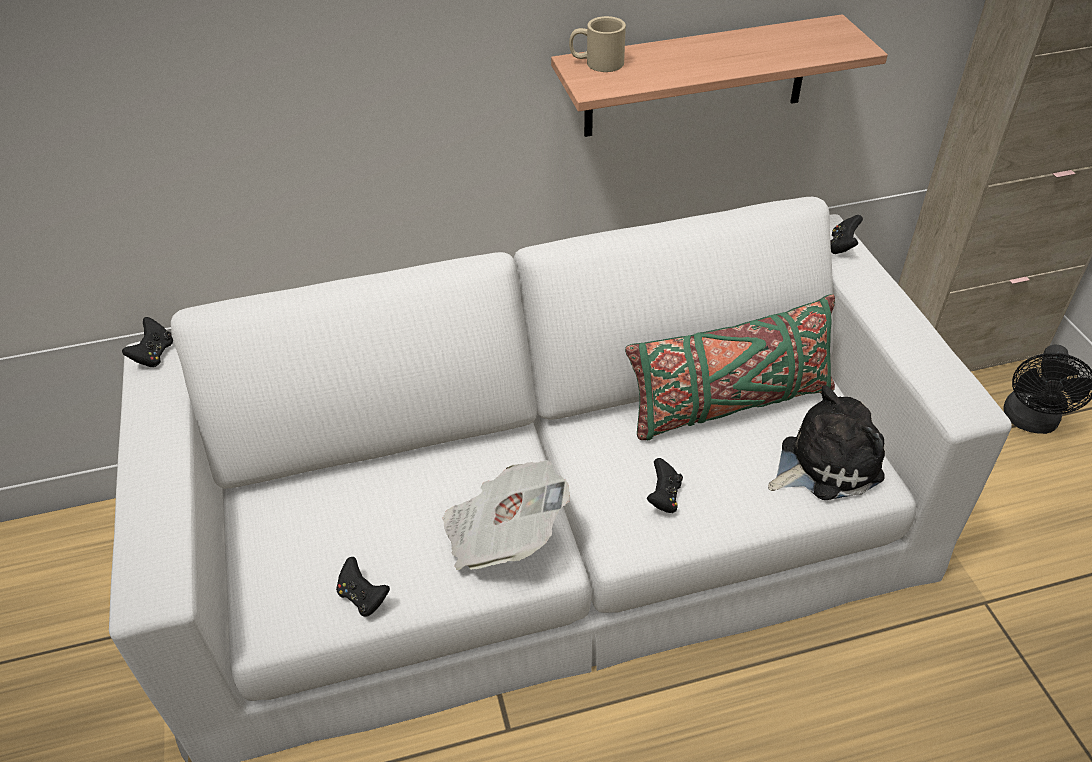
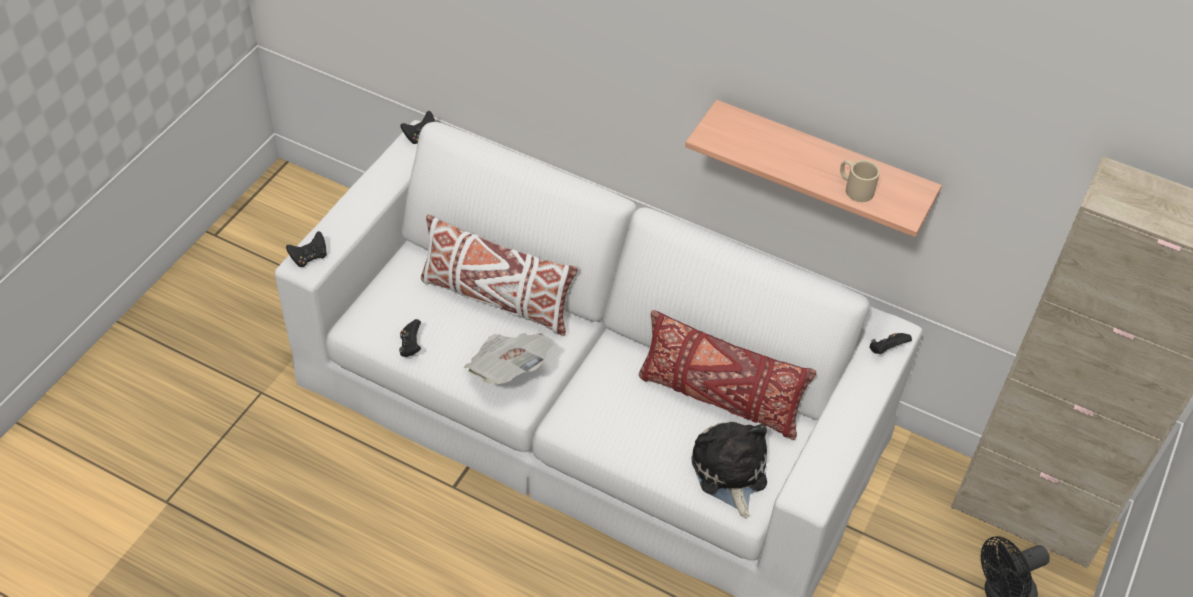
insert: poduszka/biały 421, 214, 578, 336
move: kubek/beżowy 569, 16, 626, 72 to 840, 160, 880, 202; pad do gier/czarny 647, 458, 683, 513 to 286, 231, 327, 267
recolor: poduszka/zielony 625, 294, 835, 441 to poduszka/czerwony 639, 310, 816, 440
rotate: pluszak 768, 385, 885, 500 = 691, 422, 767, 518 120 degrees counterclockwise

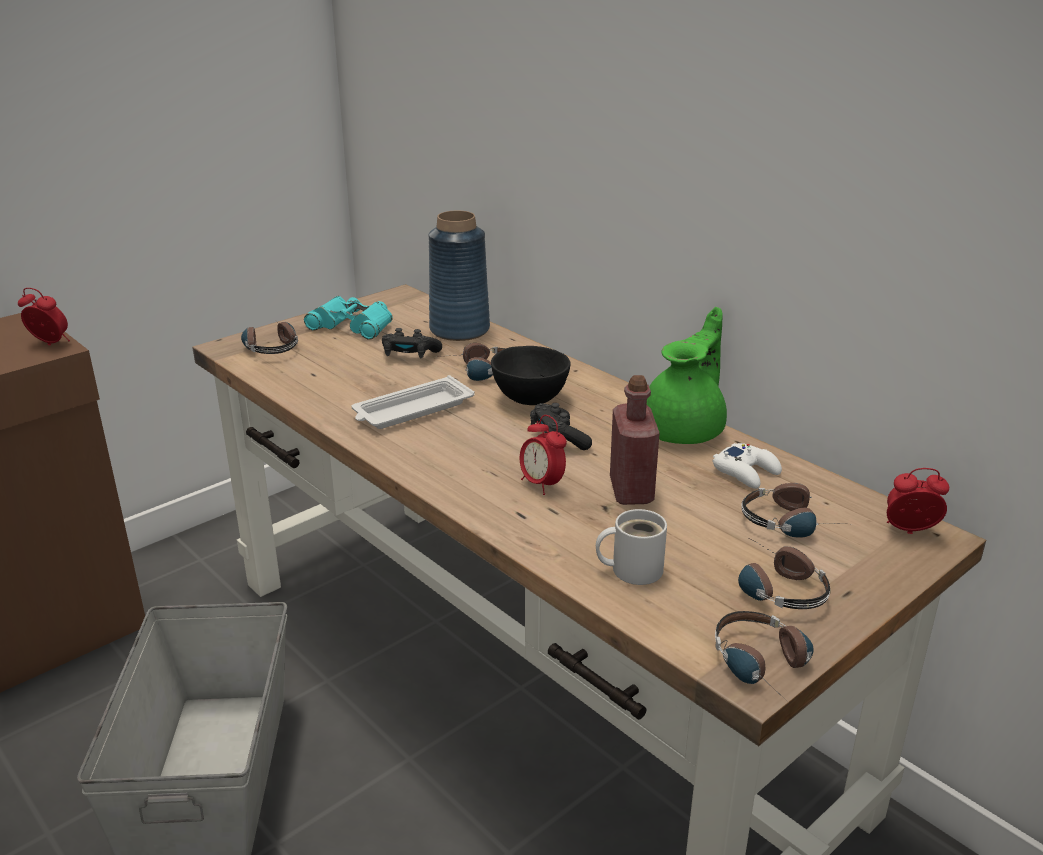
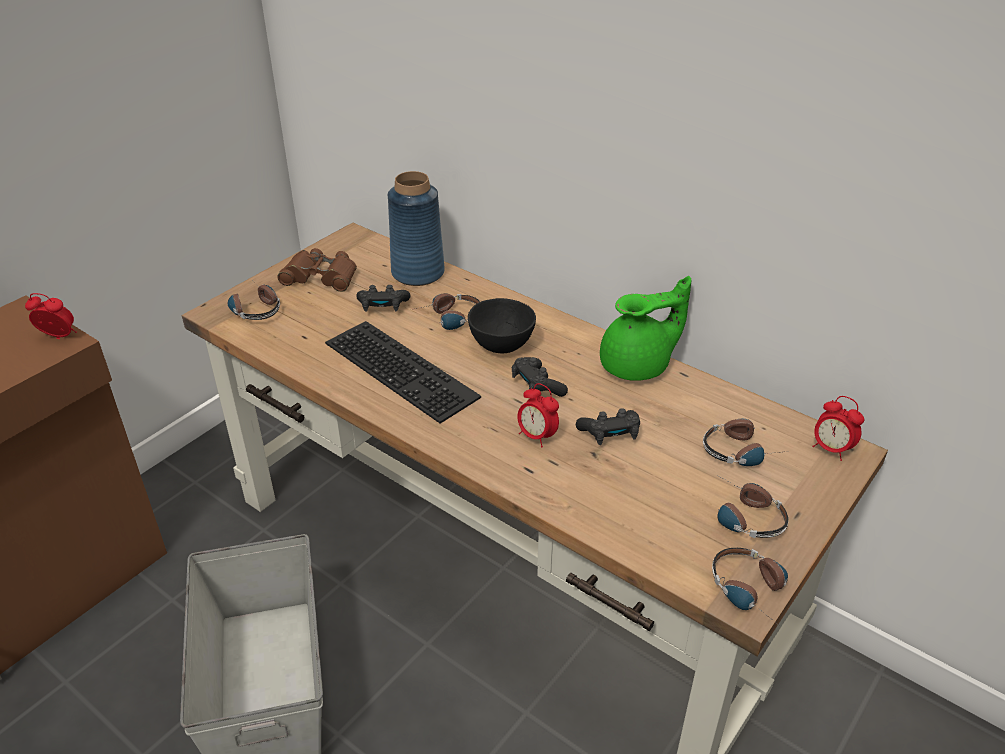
delete: pad do gier/biały 712, 443, 782, 489; kubek/biały 596, 509, 667, 585
replace: taca/biały 351, 375, 475, 429 to klawiatura 325, 321, 481, 424; butelka/czerwony 610, 375, 660, 505 to pad do gier/czarny 576, 408, 640, 445
recolor: lornetka/turkusowy 304, 296, 393, 340 to lornetka/brązowy 277, 248, 357, 292
rotate: imbryk/zielony 647, 307, 727, 444 = 600, 276, 691, 381 45 degrees clockwise; budzik 887, 468, 949, 534 = 812, 396, 864, 461 135 degrees counterclockwise

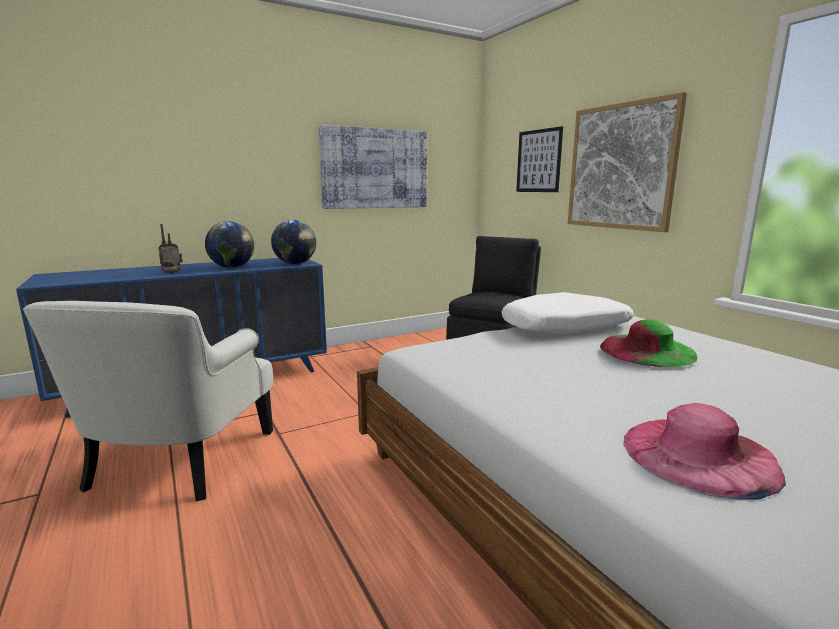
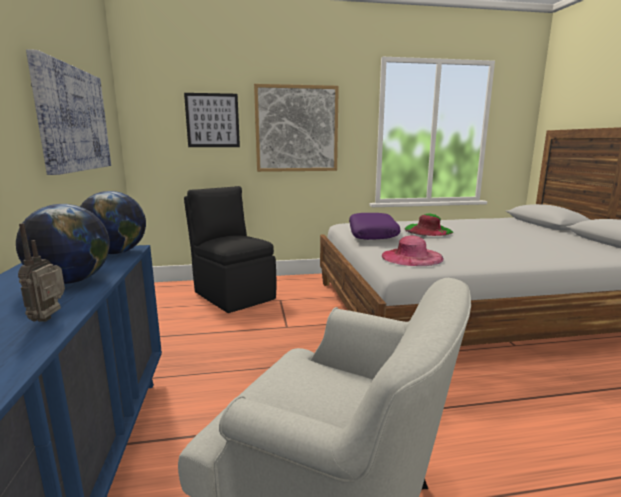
move: kapelusz/różowy 623, 403, 786, 500 to 381, 236, 444, 266
recolor: poduszka/biały 502, 292, 634, 334 to poduszka/fioletowy 349, 213, 401, 240

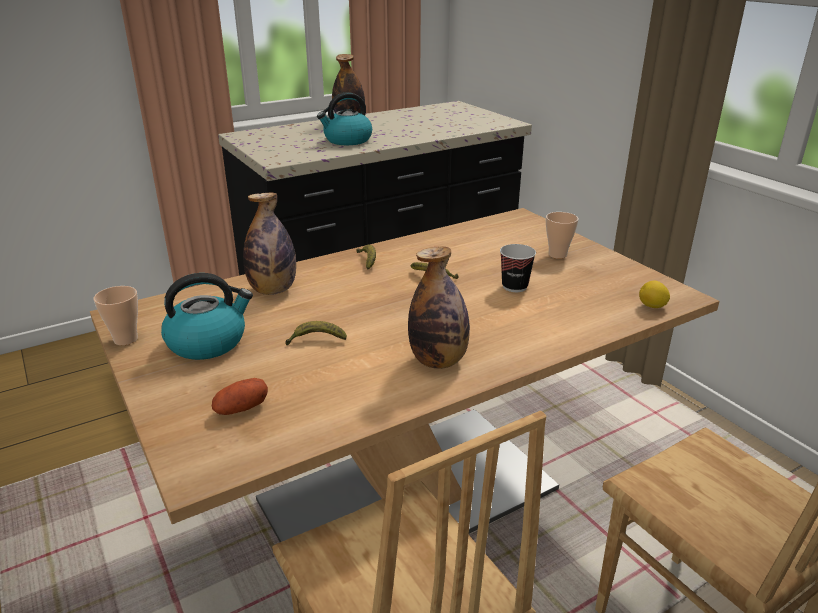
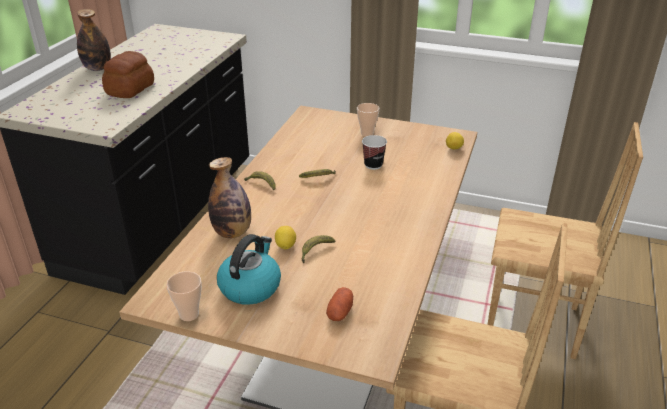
delete: butelka 408, 247, 470, 369
insert: cytryna 275, 226, 296, 249
replace: czajnik 317, 92, 372, 145 to chleb 102, 51, 154, 98

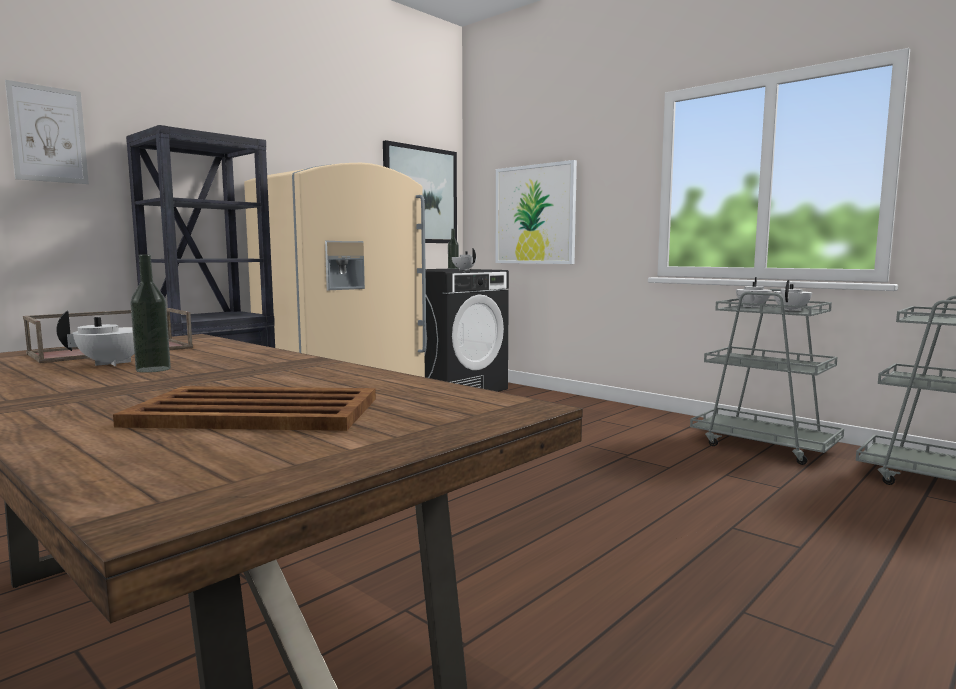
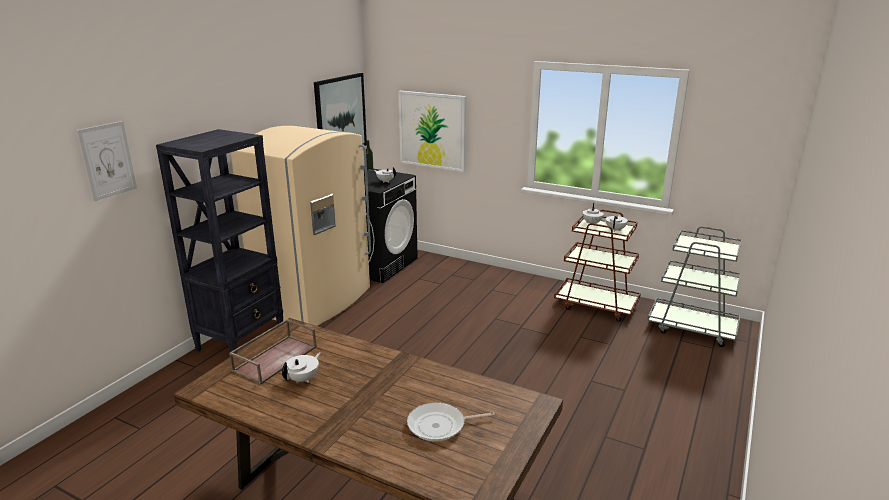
delete: butelka 130, 255, 171, 373
replace: taca/brązowy 113, 386, 376, 431 to patelnia 407, 402, 495, 442
recolor: wózek/szary 690, 289, 844, 465 to wózek/brązowy 554, 210, 641, 322

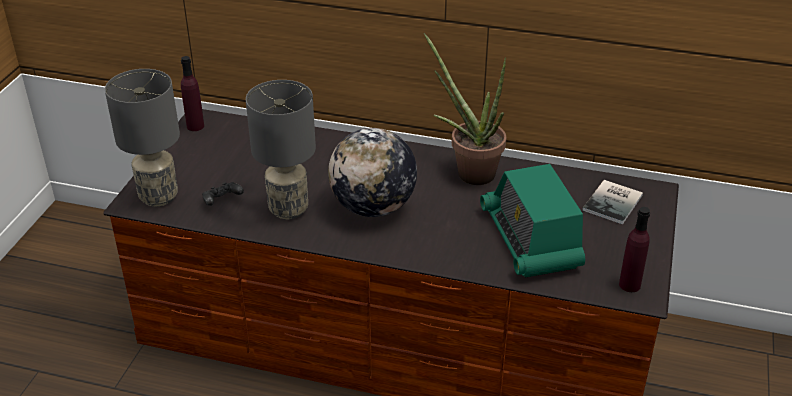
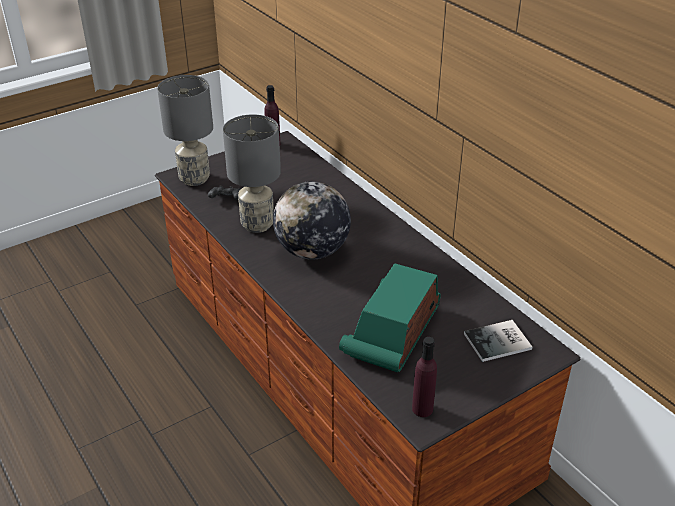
delete: roślina doniczkowa 424, 33, 507, 185

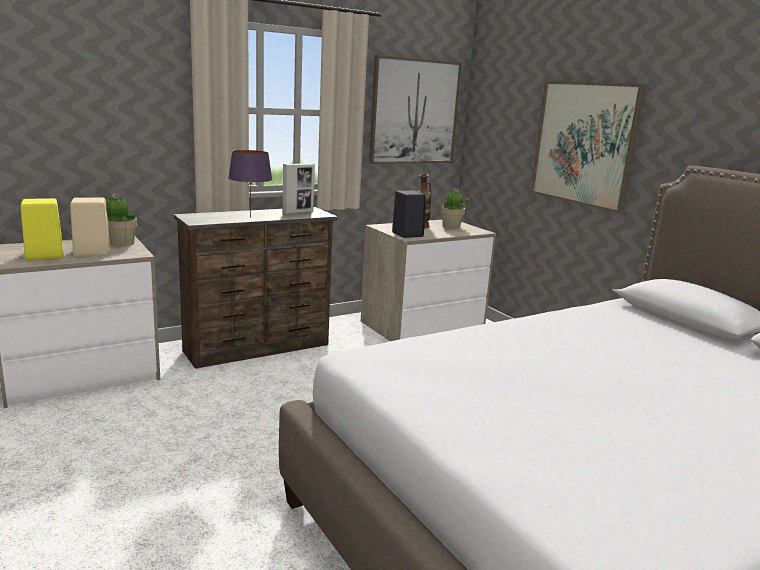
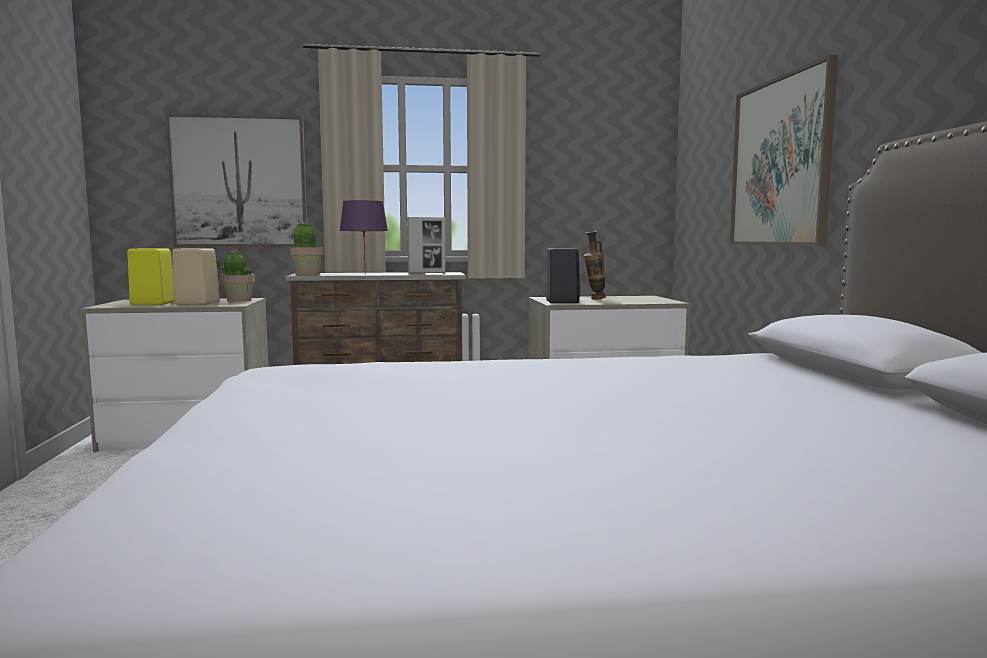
move: obraz 369, 55, 462, 164 to 165, 113, 307, 247; roślina doniczkowa 441, 188, 470, 229 to 290, 220, 324, 275

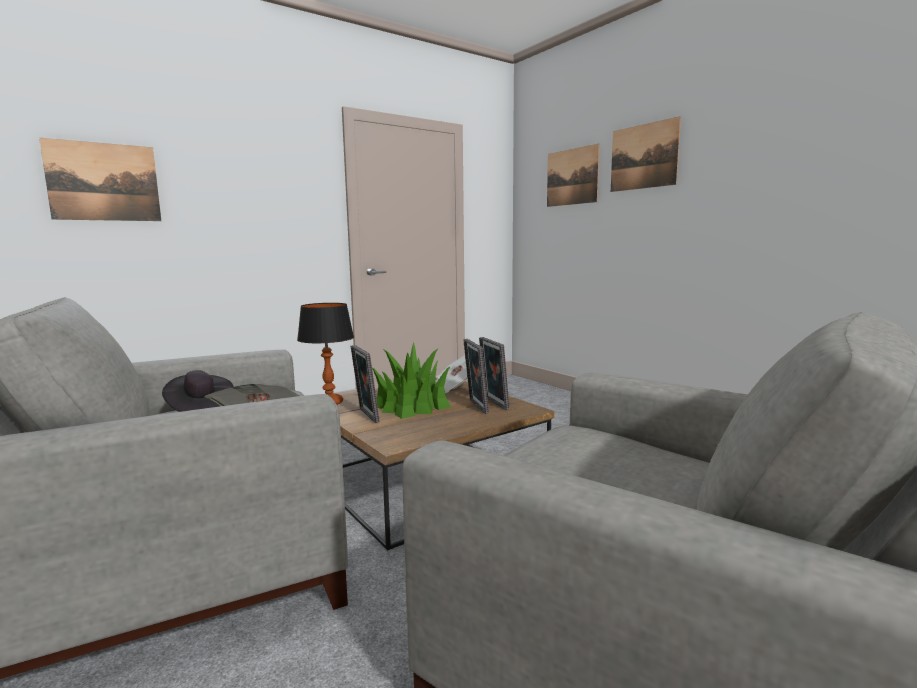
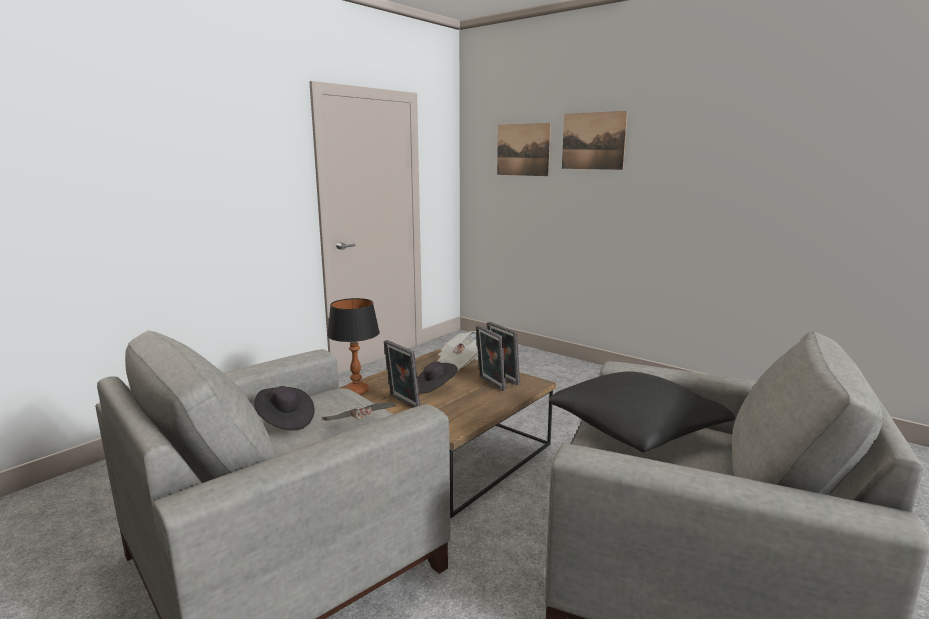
delete: obraz 39, 138, 161, 221
insert: poduszka/czarny 549, 371, 735, 452
replace: roślina doniczkowa 372, 342, 451, 419 to kapelusz/czarny 417, 361, 458, 394

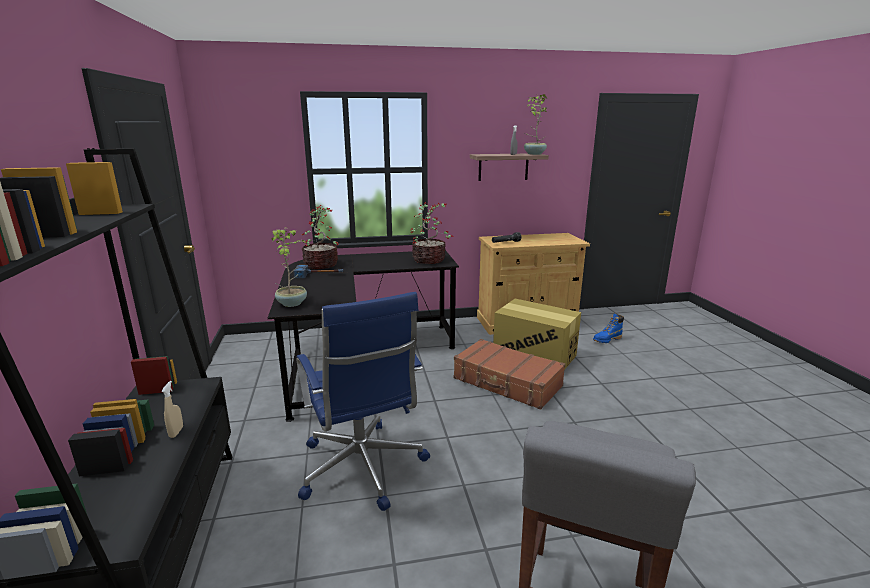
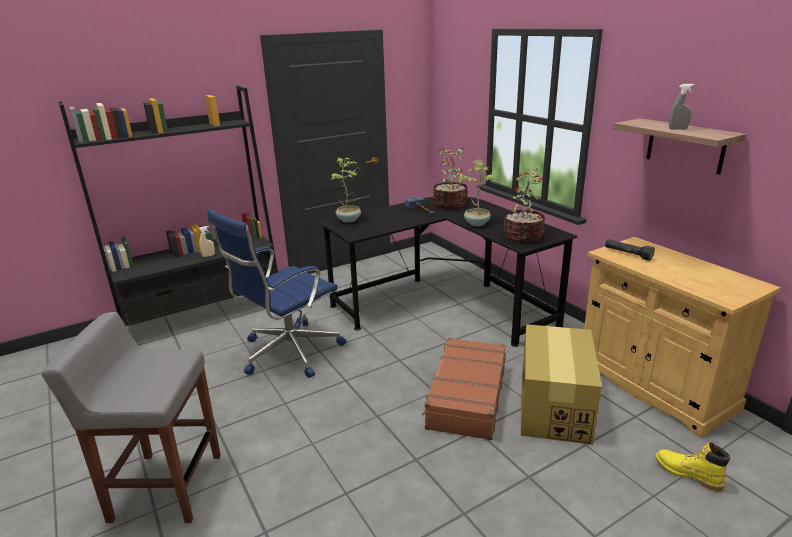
move: roślina doniczkowa 524, 94, 549, 155 to 455, 159, 495, 226
recolor: but z cholewką/niebieski 593, 313, 624, 343 to but z cholewką/żółty 655, 442, 730, 492

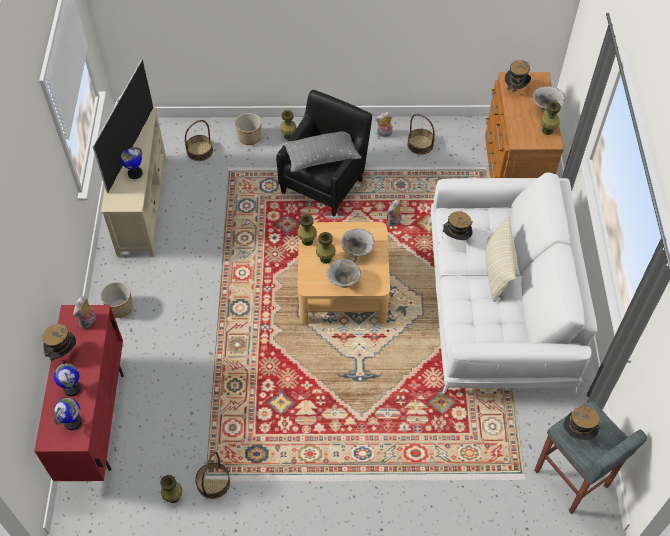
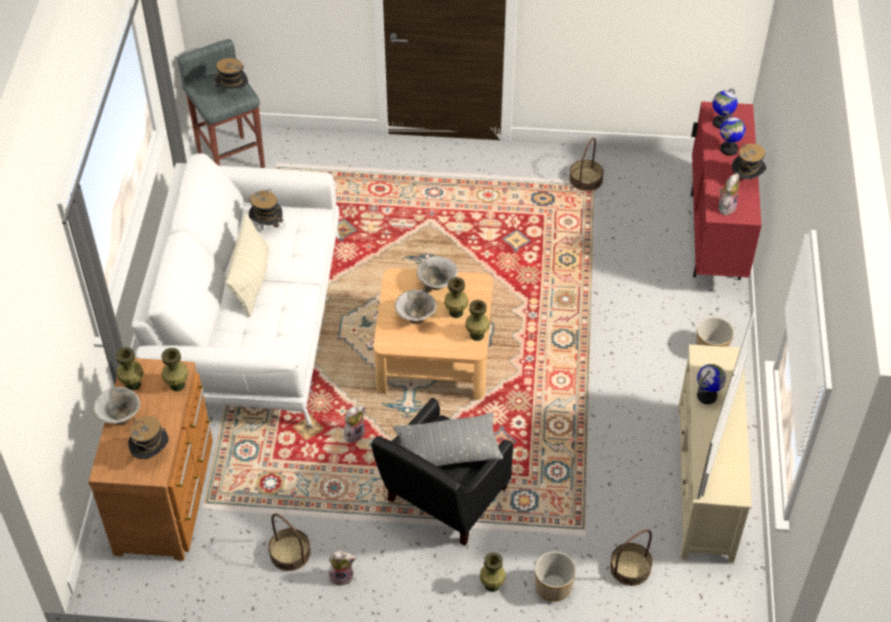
move: kapelusz 443, 211, 473, 240 to 249, 189, 285, 227; wazon/zielony 160, 475, 183, 503 to 161, 348, 189, 391

